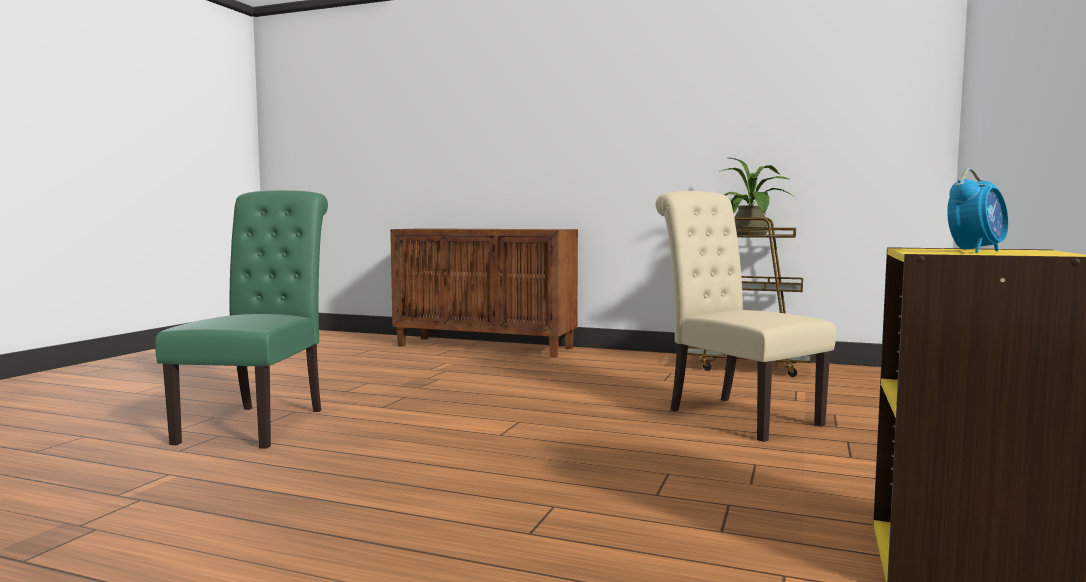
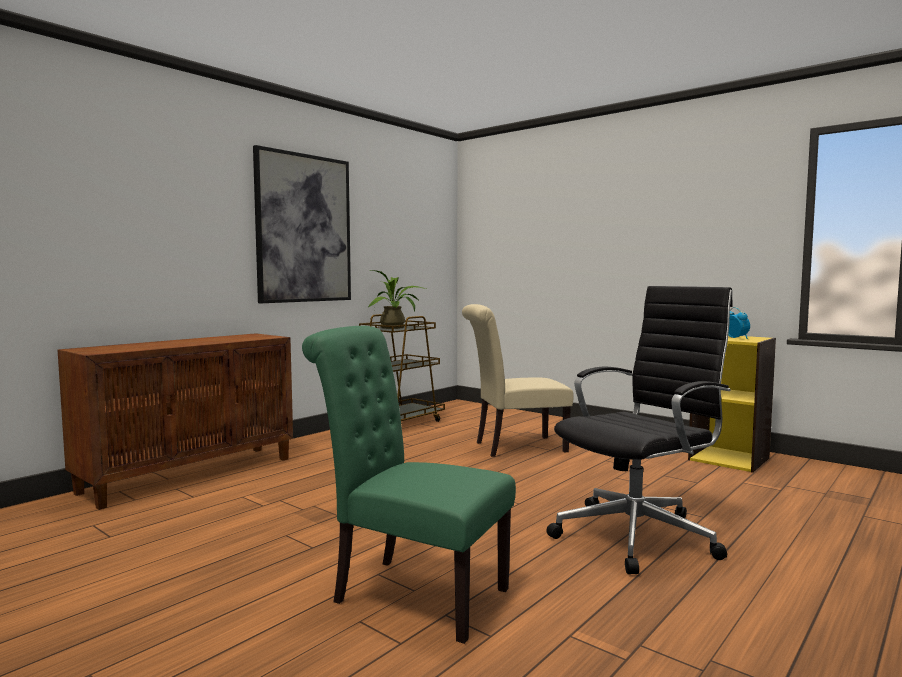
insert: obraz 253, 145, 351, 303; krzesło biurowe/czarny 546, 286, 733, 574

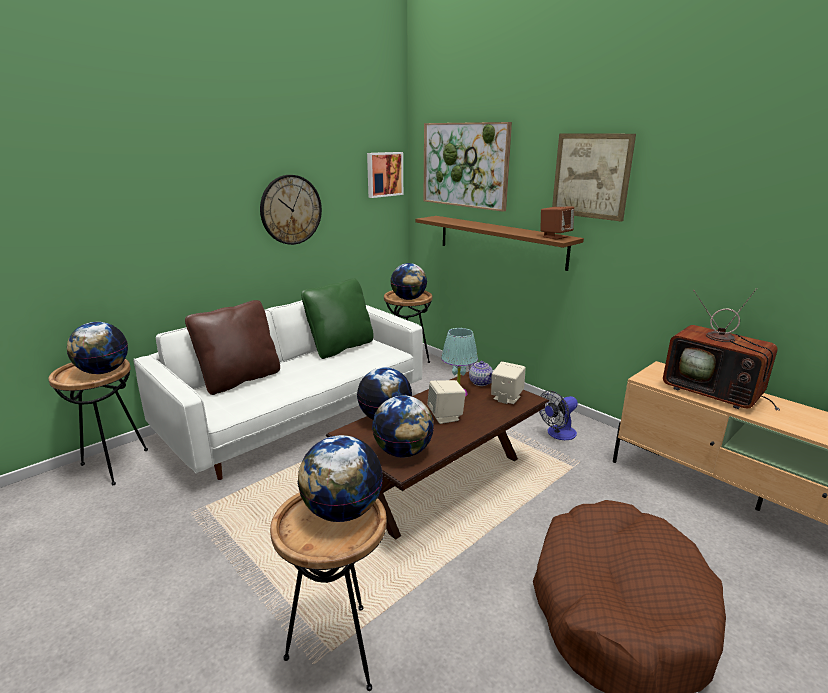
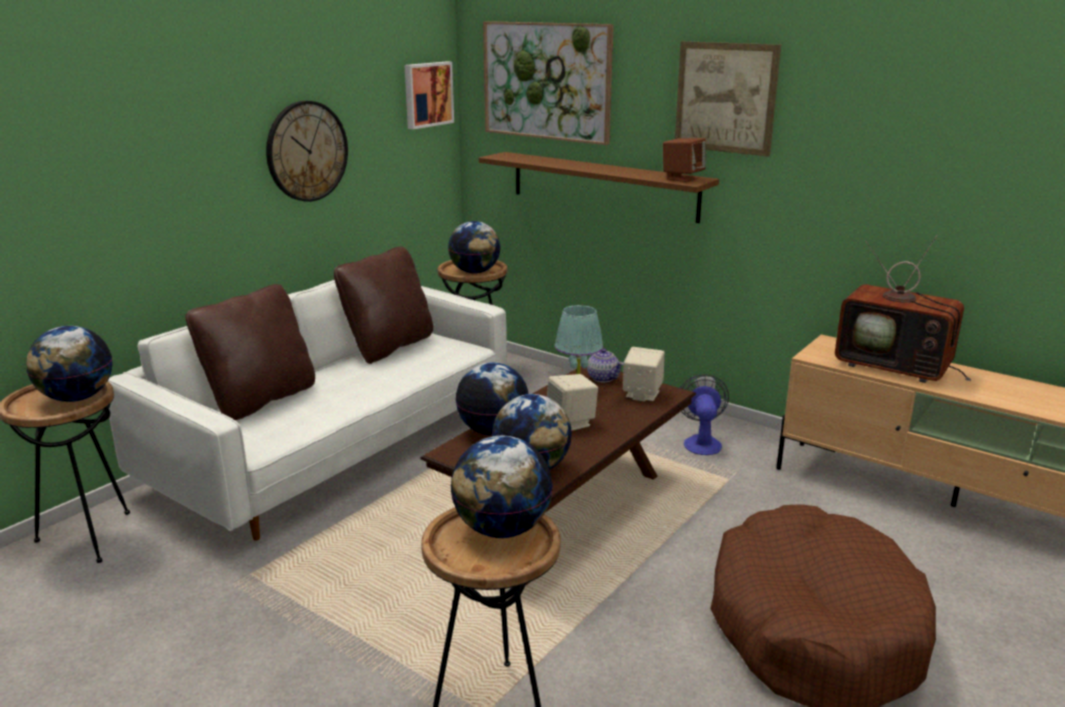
recolor: poduszka/zielony 301, 278, 374, 359 to poduszka/brązowy 334, 246, 433, 364
rotate: wentylator 539, 390, 578, 440 = 680, 374, 729, 455 135 degrees clockwise

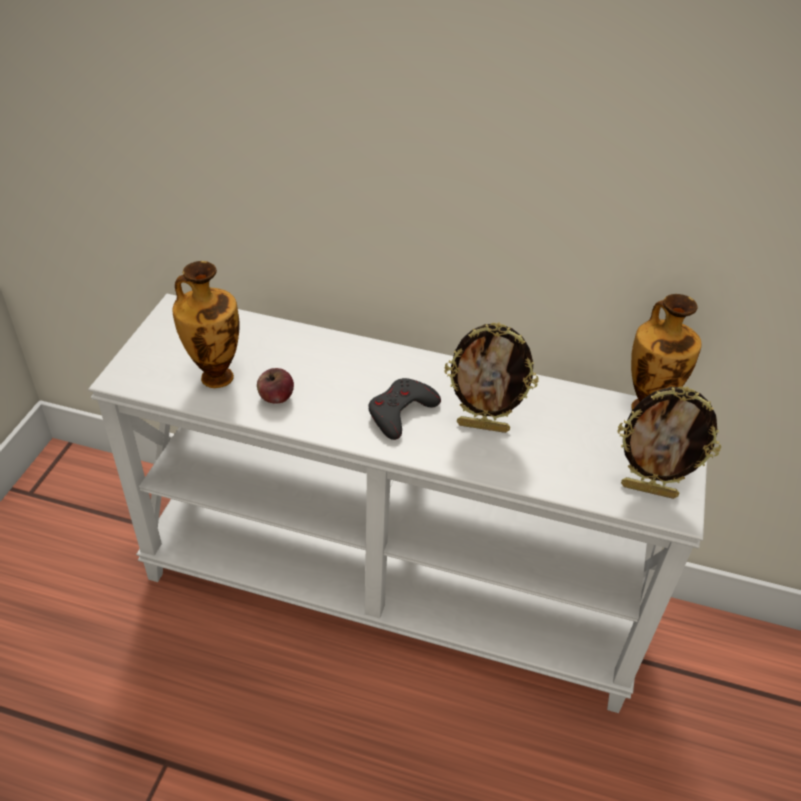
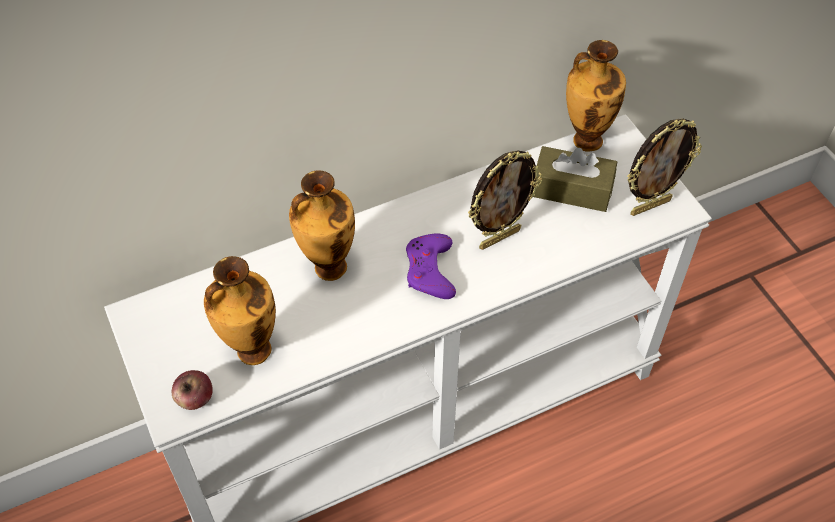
insert: pudełko chusteczek/brązowy 533, 146, 617, 212; wazon 289, 170, 355, 281
move: jabłko 257, 368, 294, 404 to 172, 370, 213, 410
recolor: pad do gier/szary 368, 378, 441, 440 to pad do gier/fioletowy 406, 233, 456, 299

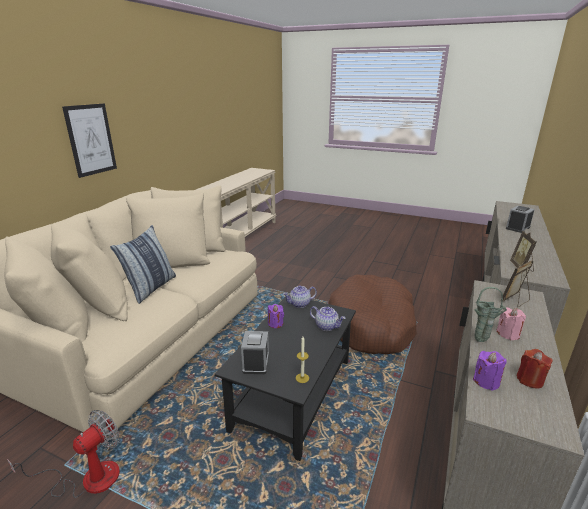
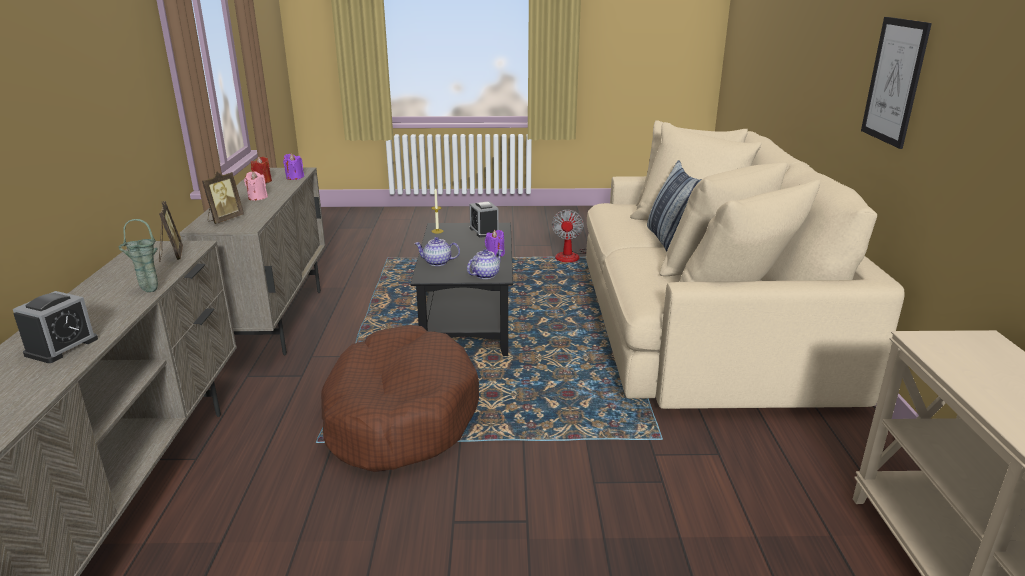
move: wazon/zielony 475, 287, 507, 342 to 118, 219, 158, 292

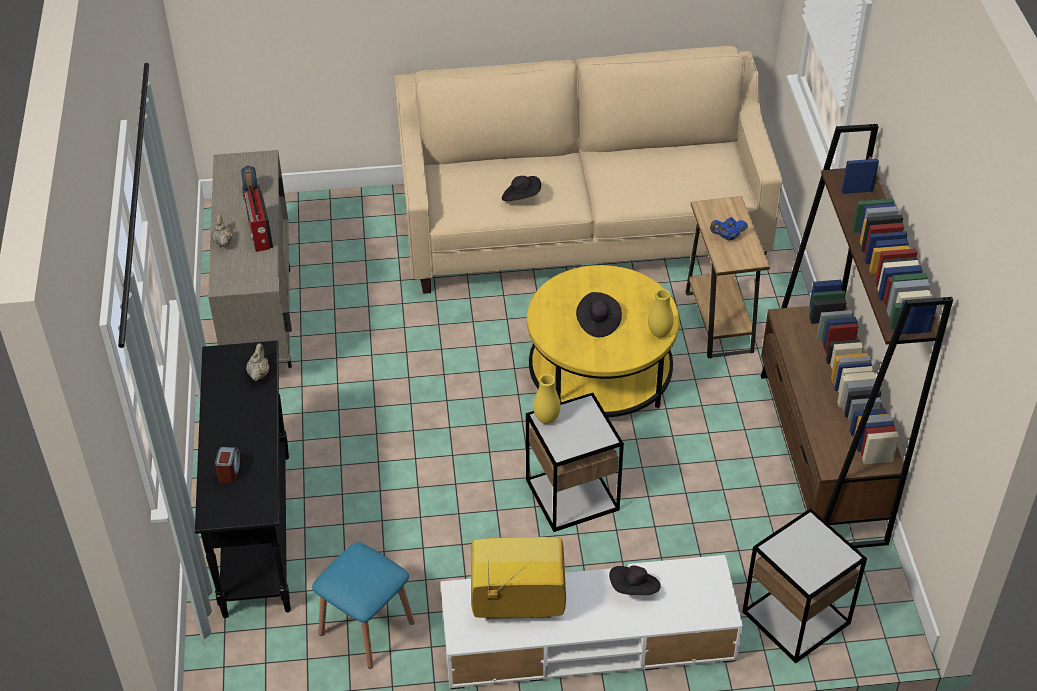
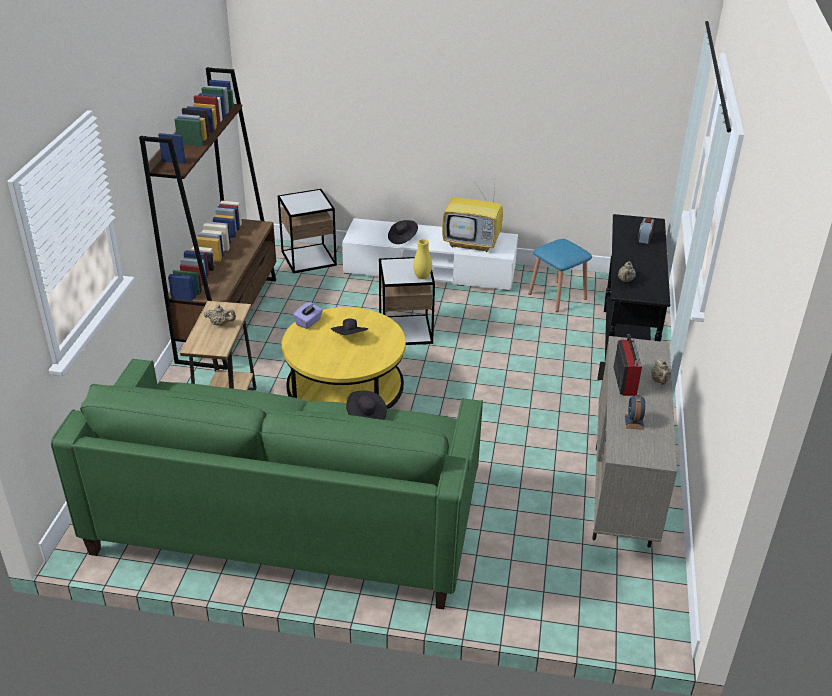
replace: wazon/żółty 648, 289, 674, 338 to pudełko chusteczek/fioletowy 293, 302, 323, 329
recolor: kanapa/beżowy 394, 46, 782, 294 to kanapa/zielony 51, 359, 483, 609; imbryk/niebieski 710, 217, 748, 240 to imbryk/beżowy 204, 305, 236, 326

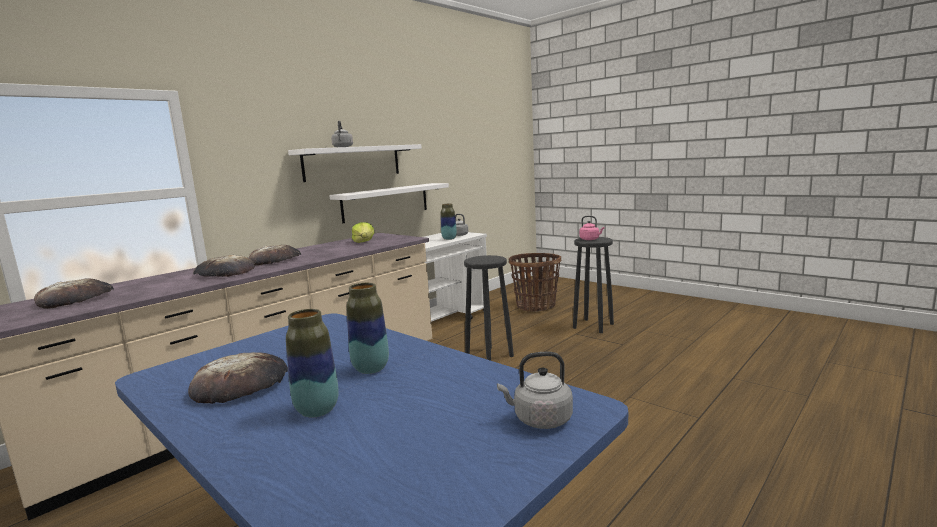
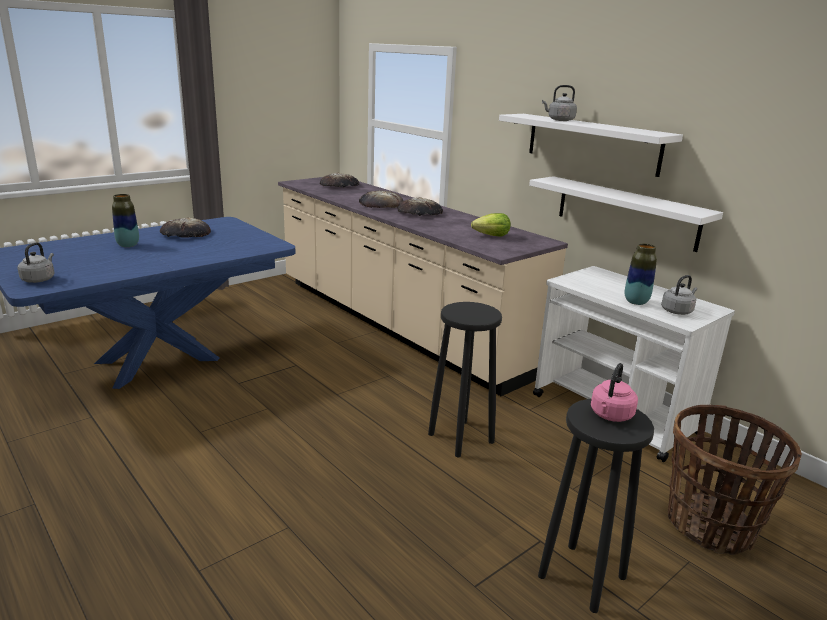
delete: wazon 347, 283, 389, 374

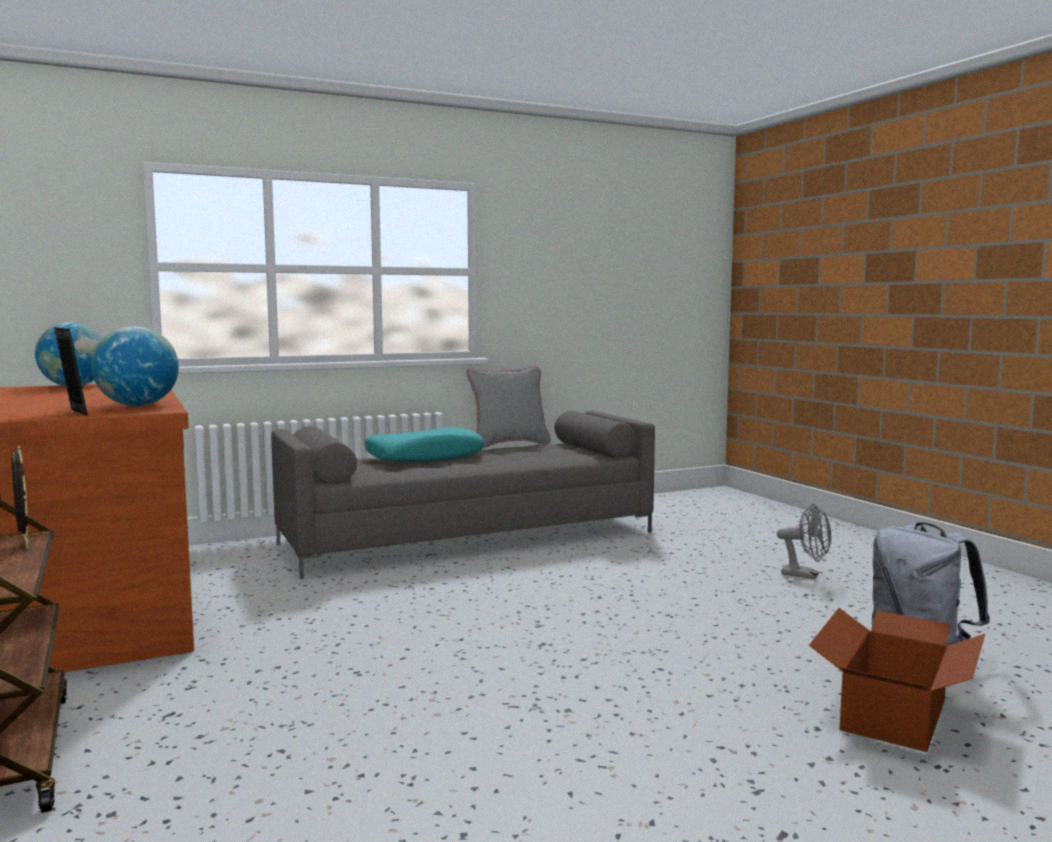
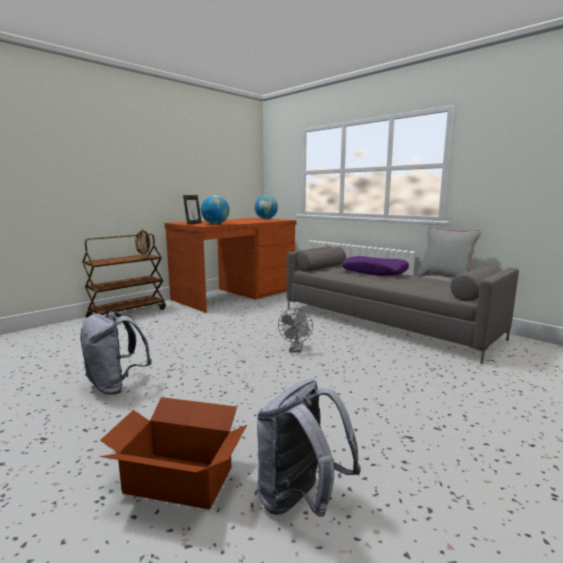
insert: plecak/szary 80, 311, 152, 394
move: wentylator/szary 777, 504, 831, 579 to 278, 308, 313, 352
recolor: poduszka/turkusowy 365, 427, 484, 462 to poduszka/fioletowy 342, 256, 409, 276

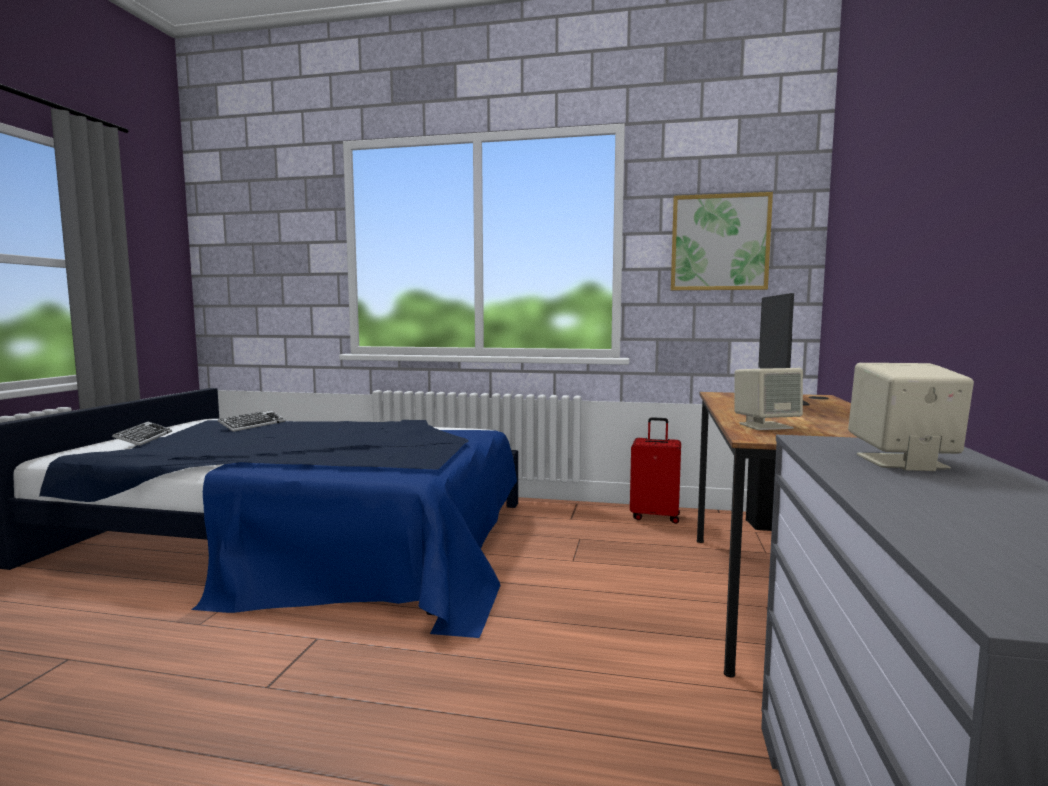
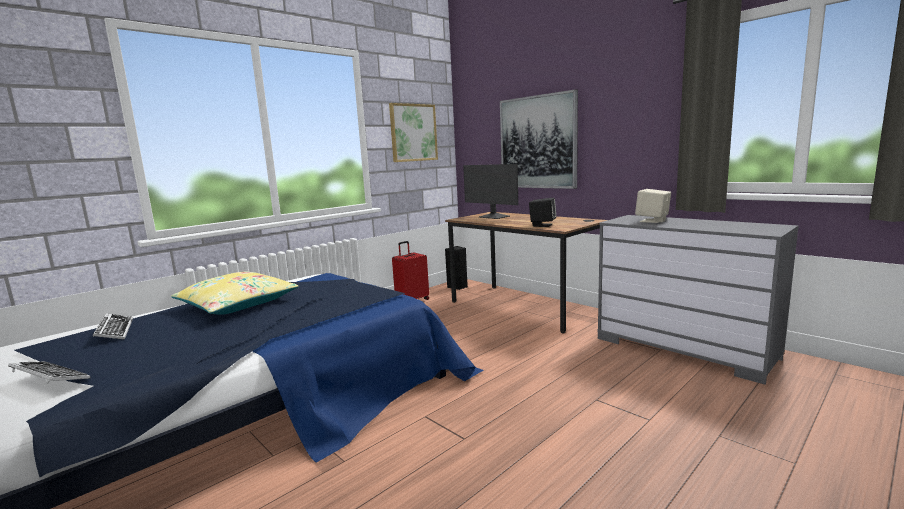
insert: obraz 500, 89, 578, 189; poduszka/żółty 171, 271, 299, 315
recolor: głośnik/beżowy 735, 368, 803, 430 to głośnik/czarny 529, 198, 556, 227

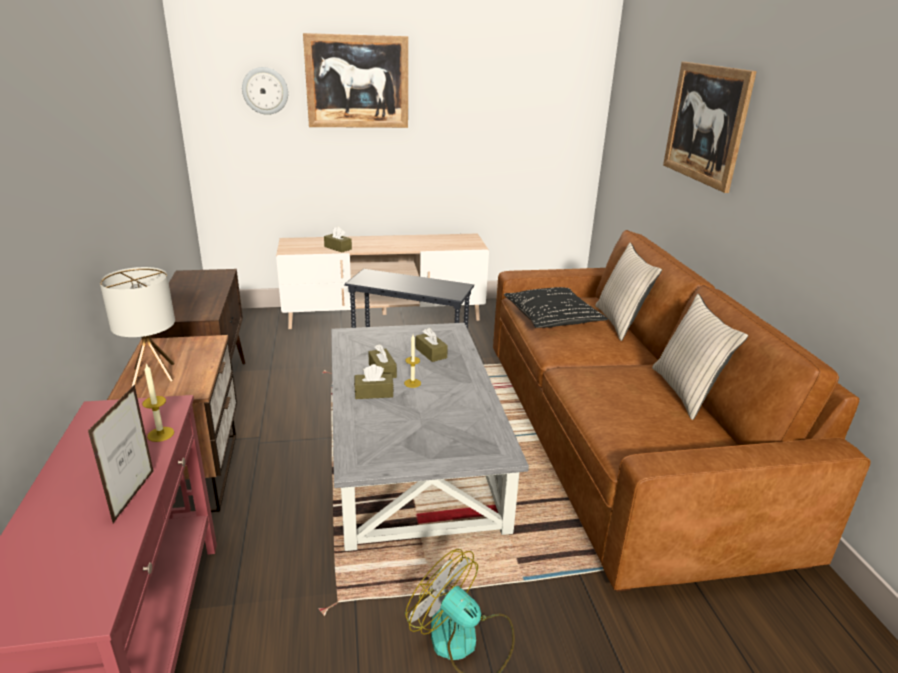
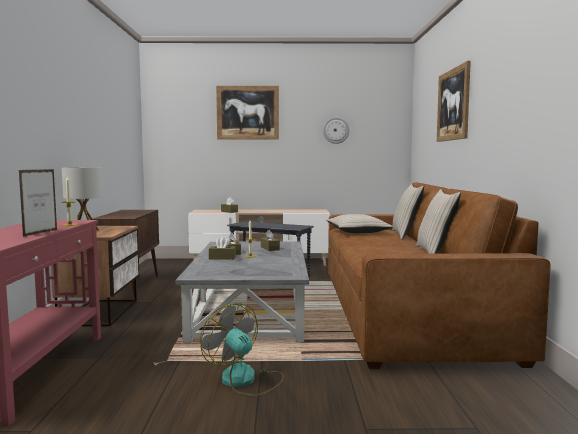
move: zegar ścienny 242, 67, 288, 115 to 323, 117, 349, 144
recolor: poduszka/czarny 504, 287, 608, 328 to poduszka/beżowy 326, 214, 393, 233

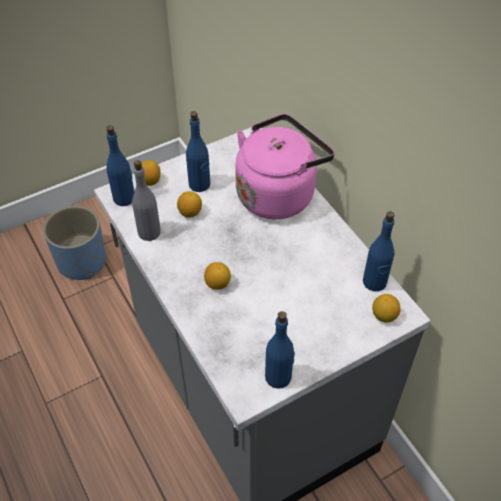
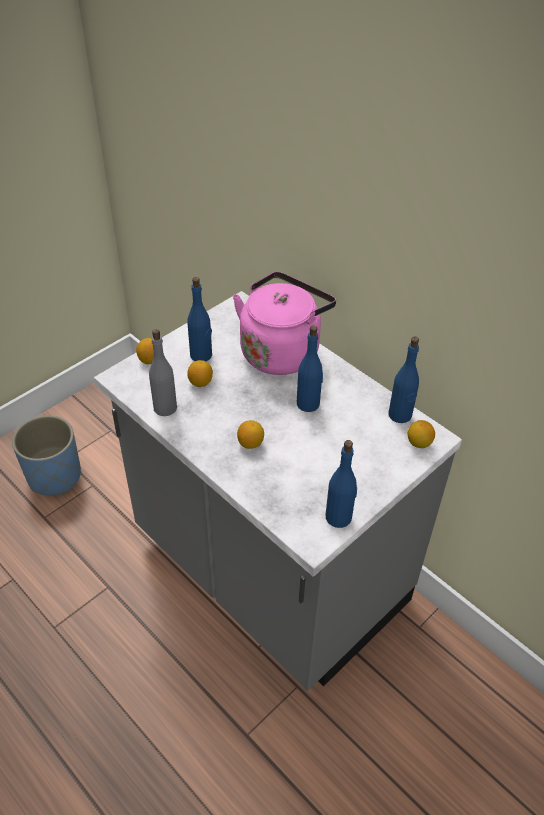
move: butelka/niebieski 106, 125, 134, 206 to 297, 325, 323, 412

